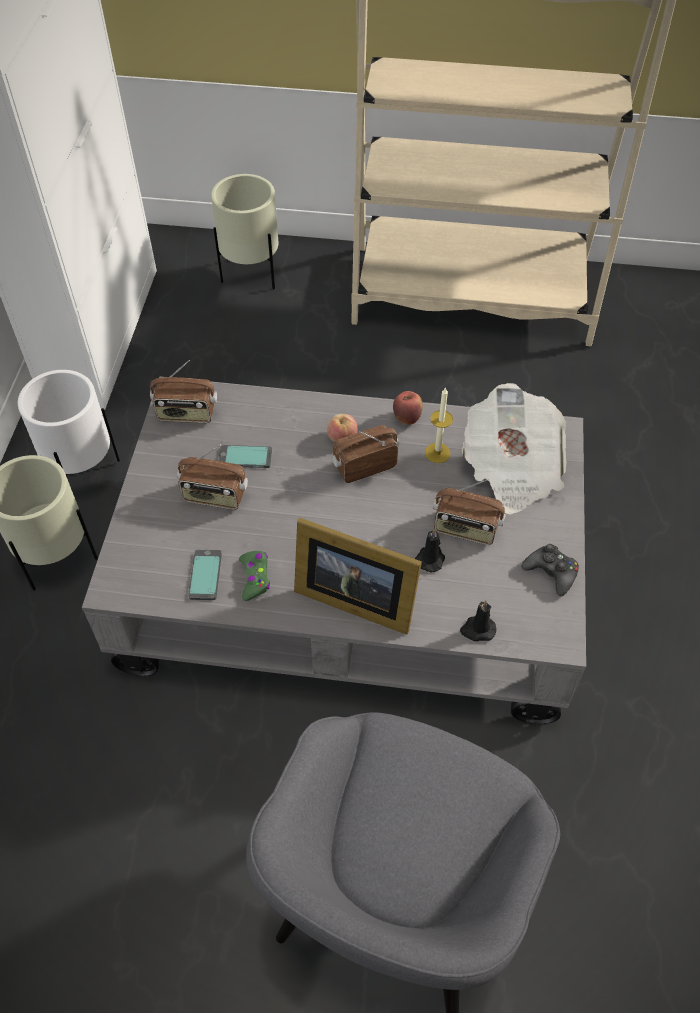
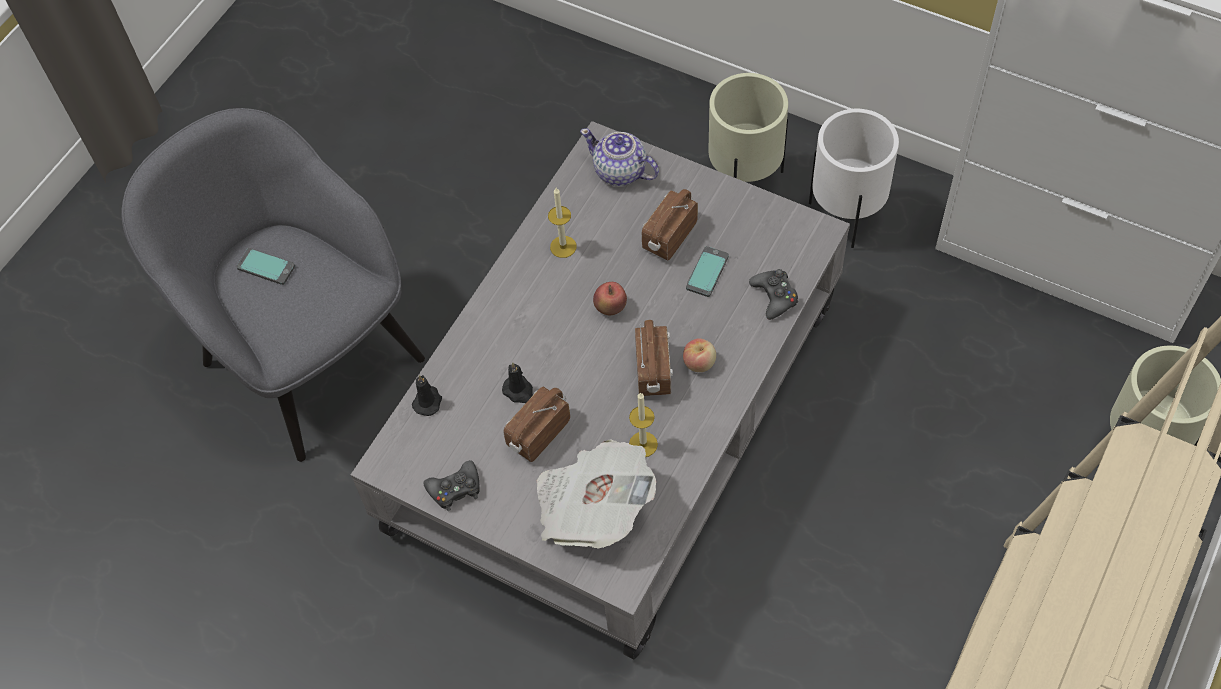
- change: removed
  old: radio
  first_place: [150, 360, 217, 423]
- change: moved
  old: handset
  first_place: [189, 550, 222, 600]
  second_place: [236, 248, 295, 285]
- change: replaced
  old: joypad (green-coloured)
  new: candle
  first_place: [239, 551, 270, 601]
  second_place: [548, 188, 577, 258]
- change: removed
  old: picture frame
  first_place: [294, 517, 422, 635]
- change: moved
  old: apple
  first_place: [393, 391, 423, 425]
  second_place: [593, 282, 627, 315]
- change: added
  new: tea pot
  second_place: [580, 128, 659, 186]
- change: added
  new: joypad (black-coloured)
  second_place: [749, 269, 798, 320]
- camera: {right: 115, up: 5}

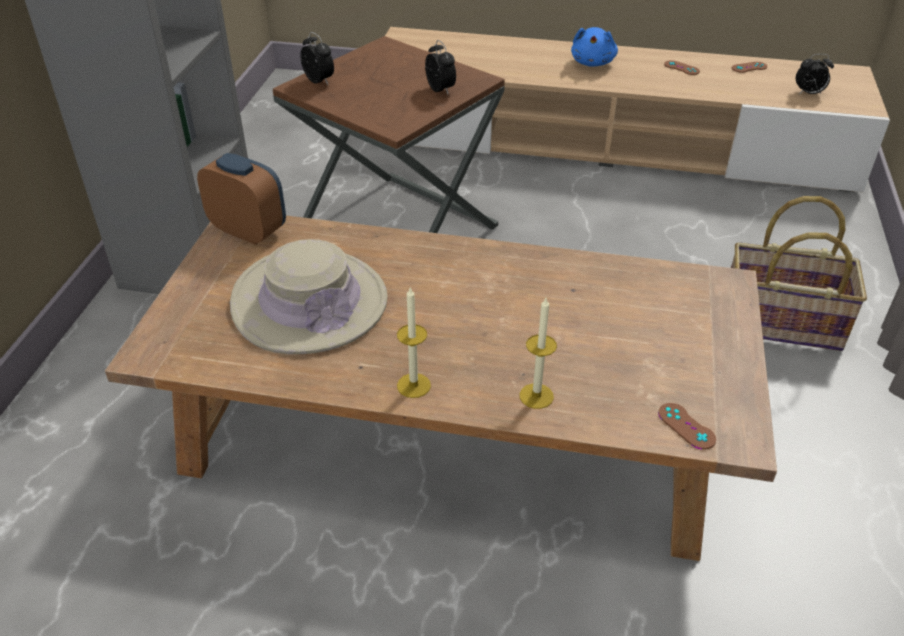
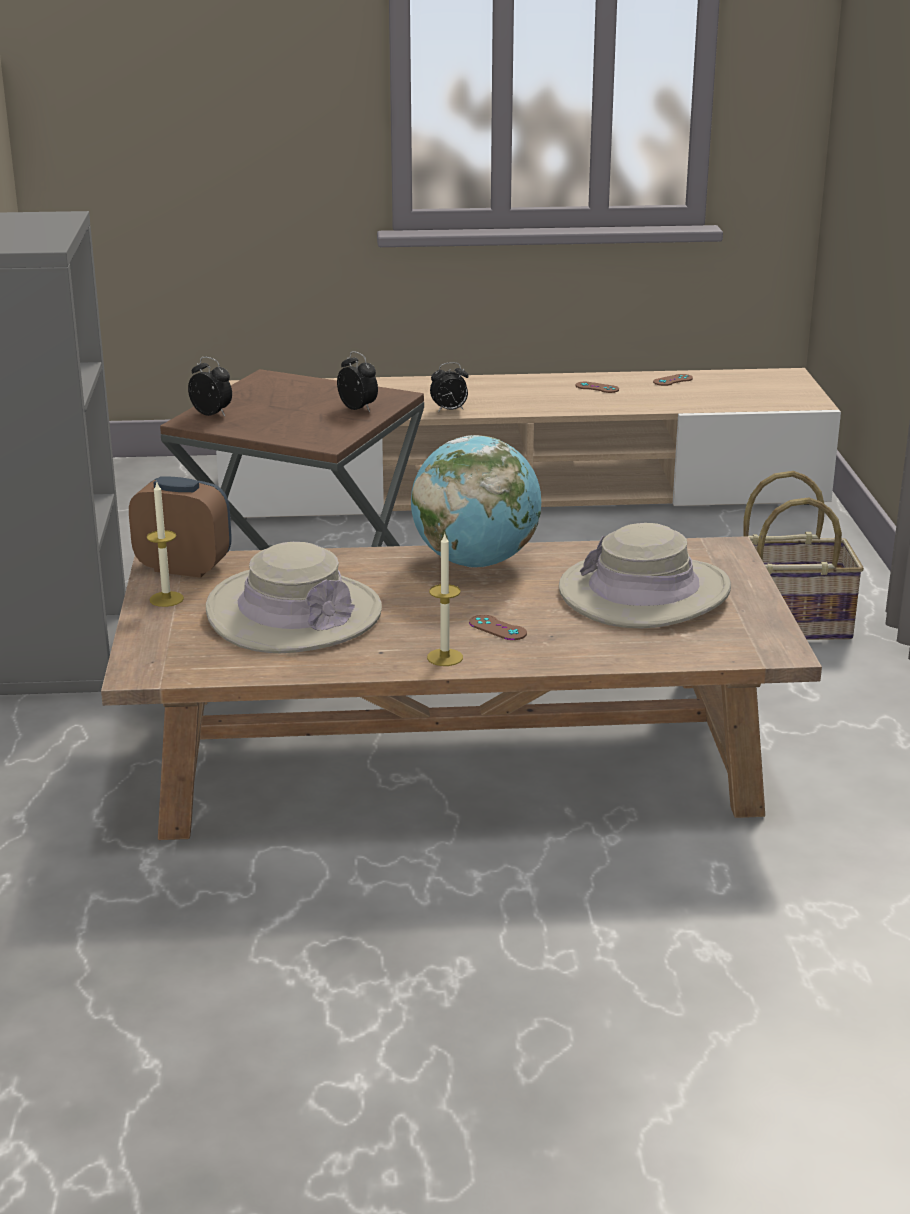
- change: moved
  old: candle
  first_place: [519, 298, 557, 409]
  second_place: [147, 482, 184, 607]
- change: removed
  old: soft toy (blue)
  first_place: [571, 27, 618, 67]
- change: moved
  old: joypad (brown-coloured)
  first_place: [658, 403, 716, 450]
  second_place: [469, 615, 527, 640]
- change: moved
  old: table clock
  first_place: [796, 54, 834, 94]
  second_place: [430, 362, 469, 412]
- change: added
  new: world globe
  second_place: [411, 435, 541, 567]
- change: added
  new: clothing hat (sand-coloured)
  second_place: [559, 523, 731, 628]
- camera: {right: -15, up: -15}

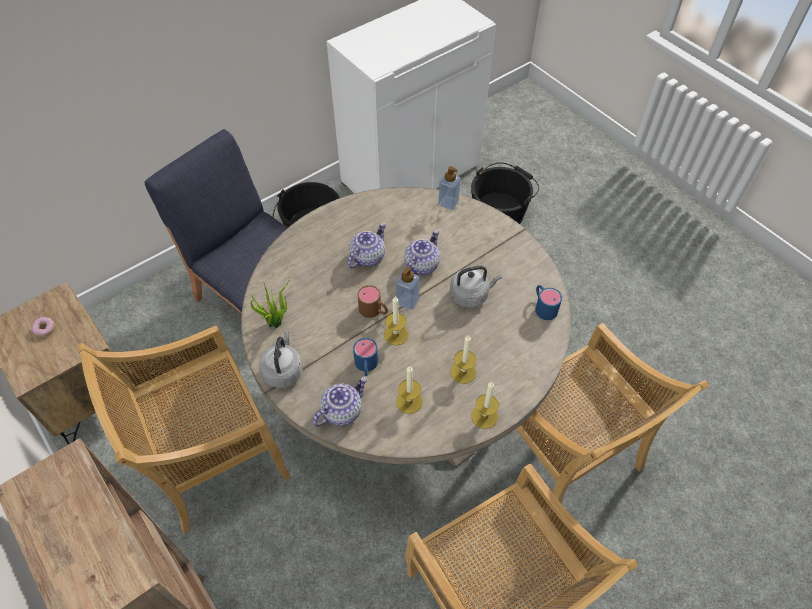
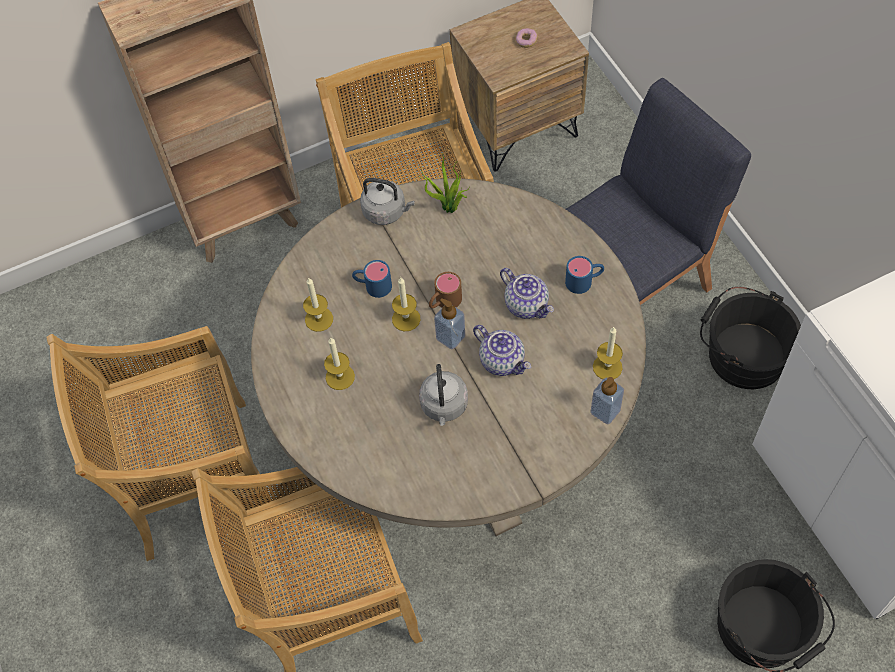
- change: removed
  old: tea pot
  first_place: [313, 377, 368, 427]
- change: moved
  old: candle
  first_place: [471, 382, 499, 429]
  second_place: [593, 327, 623, 379]
- change: moved
  old: tea mug (blue)
  first_place: [535, 285, 562, 320]
  second_place: [565, 256, 604, 294]
- camera: {right: 105, up: 5}

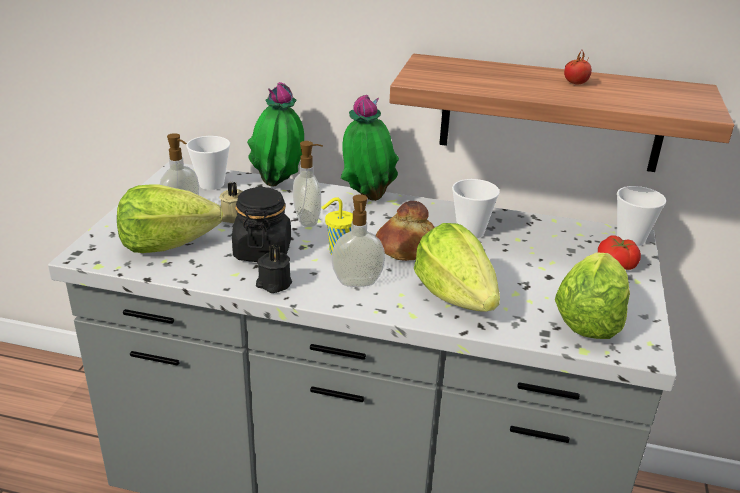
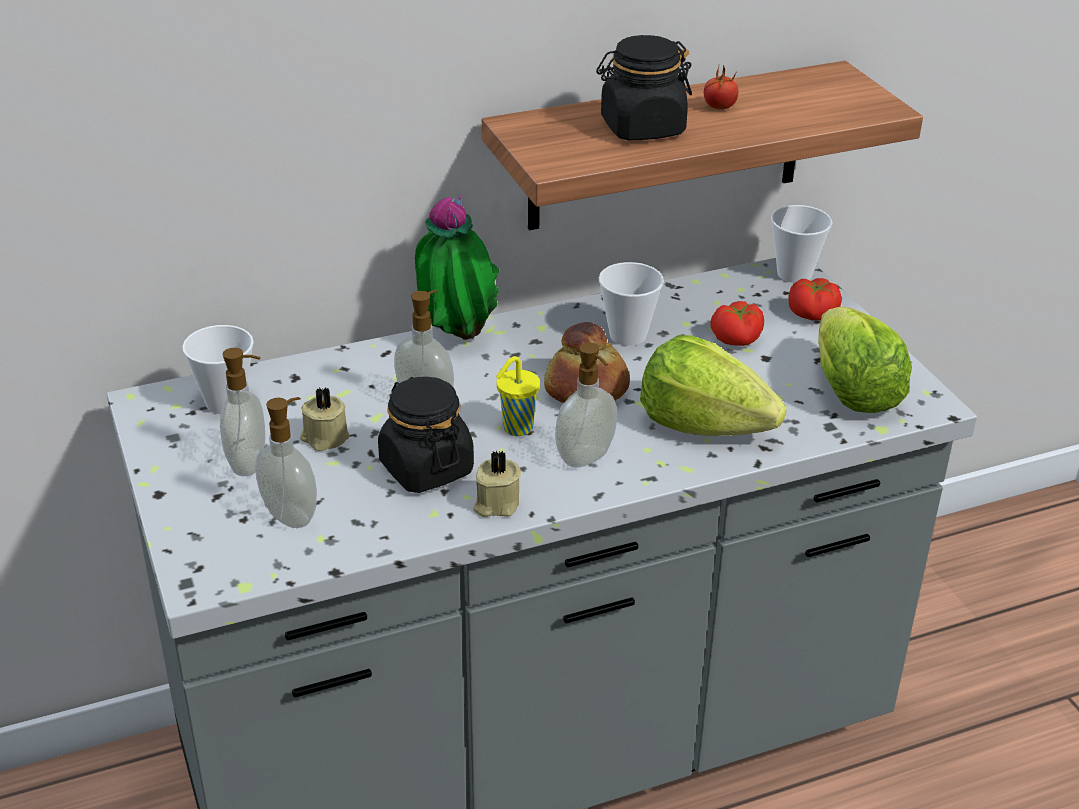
- change: replaced
  old: lettuce head
  new: liquid soap bottle
  first_place: [117, 184, 223, 253]
  second_place: [255, 397, 317, 528]
- change: removed
  old: plant in a pot
  first_place: [247, 82, 304, 187]
- change: recoloured
  old: candle (black-coloured)
  new: candle (sand-coloured)
  first_place: [256, 244, 292, 293]
  second_place: [473, 450, 521, 517]
- change: added
  new: preserve jar (black-coloured)
  second_place: [596, 35, 692, 140]
- change: added
  new: fresh tomato
  second_place: [710, 301, 764, 346]
- camera: {right: -35, up: 5}

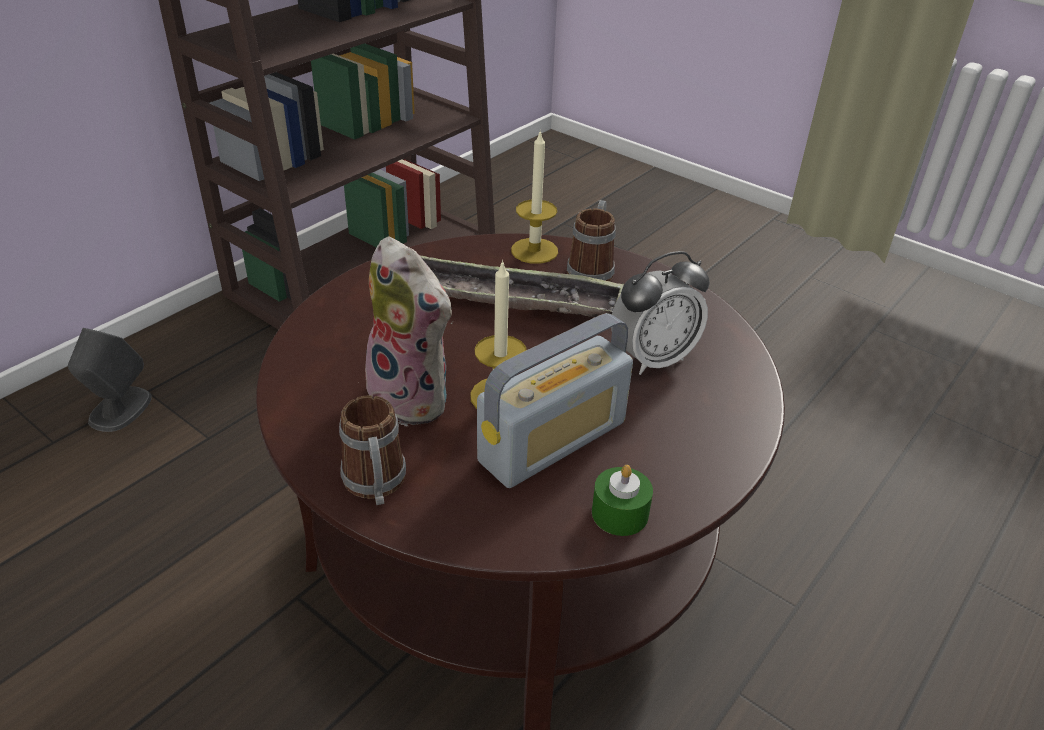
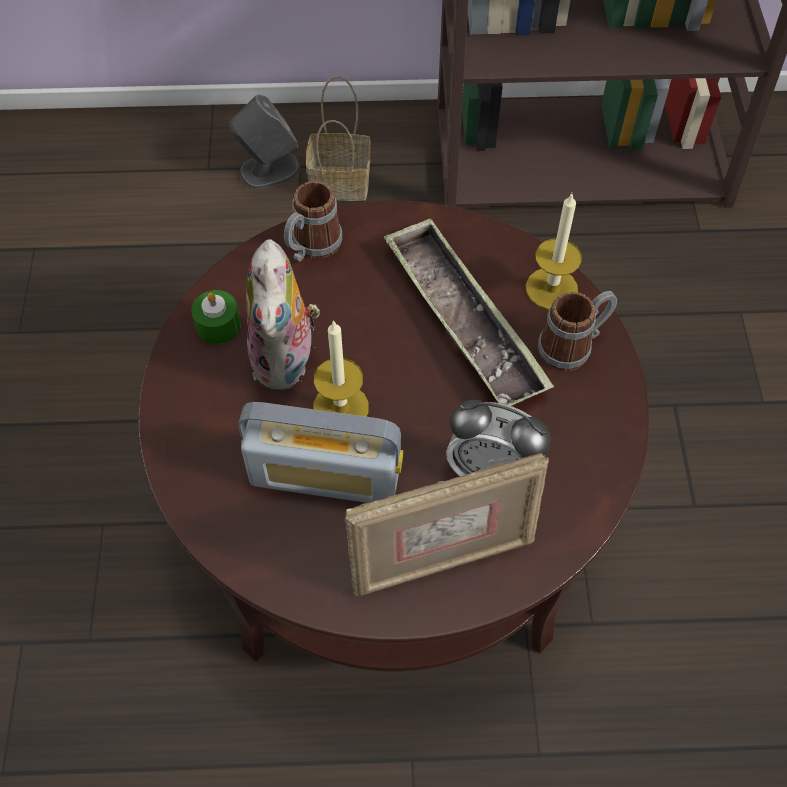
- change: moved
  old: tea mug
  first_place: [339, 395, 406, 505]
  second_place: [284, 181, 342, 261]
- change: moved
  old: candle (green-coloured)
  first_place: [592, 465, 653, 536]
  second_place: [191, 290, 241, 344]
- change: added
  new: storage basket
  second_place: [306, 76, 371, 201]
- change: added
  new: picture frame
  second_place: [344, 453, 549, 596]
- camera: {right: 50, up: 20}

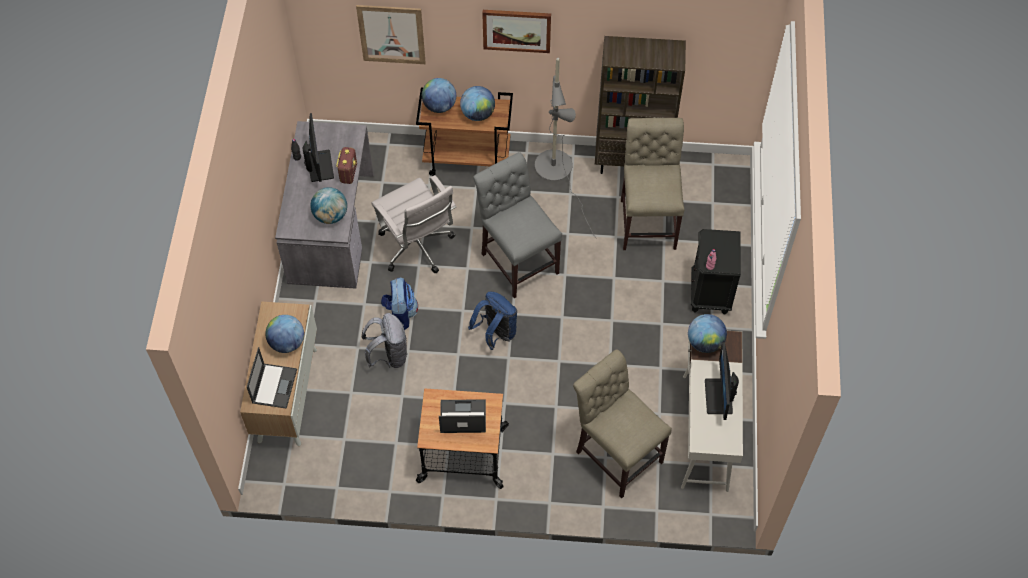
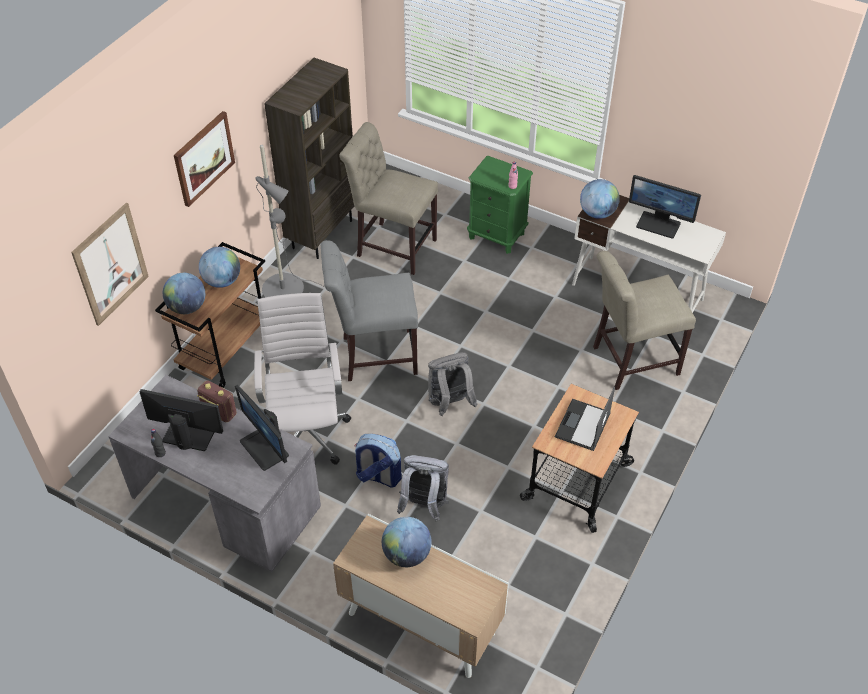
- change: removed
  old: portable computer
  first_place: [247, 347, 297, 409]
- change: replaced
  old: world globe
  new: computer screen
  first_place: [310, 187, 347, 224]
  second_place: [235, 385, 289, 471]
- change: turned
  old: desk chair (white)
  first_place: [372, 175, 456, 273]
  second_place: [254, 293, 351, 464]
  degrees: -90
- change: recoloured
  old: rucksack (blue)
  new: rucksack (greyish)
  first_place: [468, 292, 517, 350]
  second_place: [428, 352, 478, 416]
- change: recoloured
  old: bedside table (black-coloured)
  new: bedside table (green-coloured)
  first_place: [691, 229, 741, 315]
  second_place: [467, 155, 533, 254]
- camera: {right: -65, up: -10}

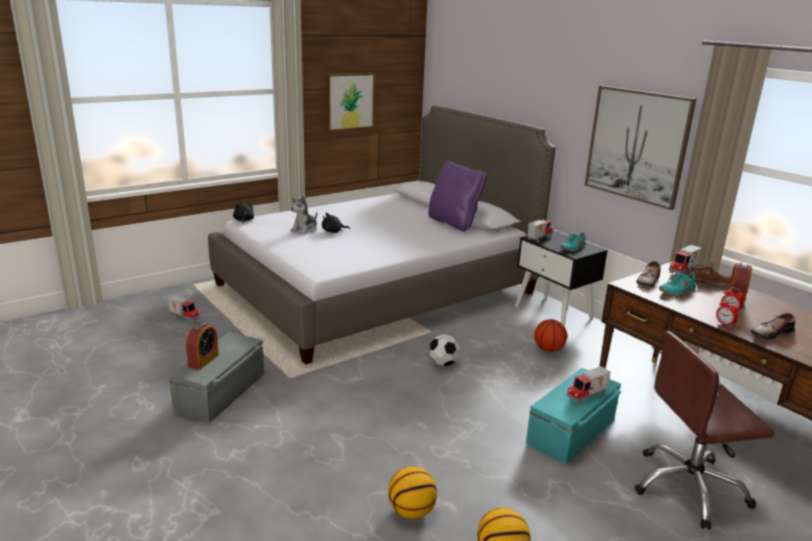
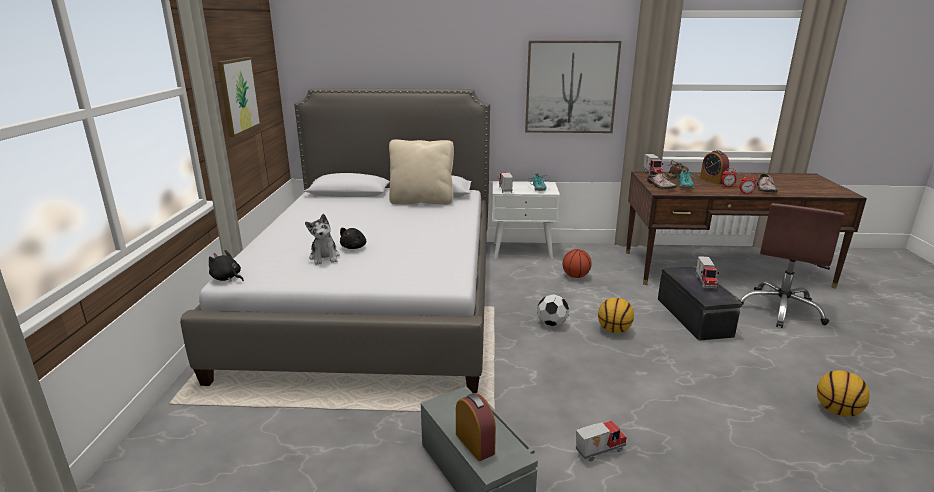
- change: moved
  old: toy truck
  first_place: [167, 295, 200, 323]
  second_place: [576, 420, 626, 462]
- change: moved
  old: basketball ball
  first_place: [388, 466, 437, 519]
  second_place: [598, 298, 634, 333]
- change: recoloured
  old: pillow (purplish)
  new: pillow (sand-coloured)
  first_place: [428, 161, 487, 232]
  second_place: [389, 140, 454, 205]
- change: recoloured
  old: bedside table (black-coloured)
  new: bedside table (white)
  first_place: [515, 230, 608, 327]
  second_place: [492, 181, 560, 260]
- change: recoloured
  old: storage bin (turquoise)
  new: storage bin (black-coloured)
  first_place: [526, 368, 621, 465]
  second_place: [658, 266, 742, 341]
- camera: {right: -50, up: 0}

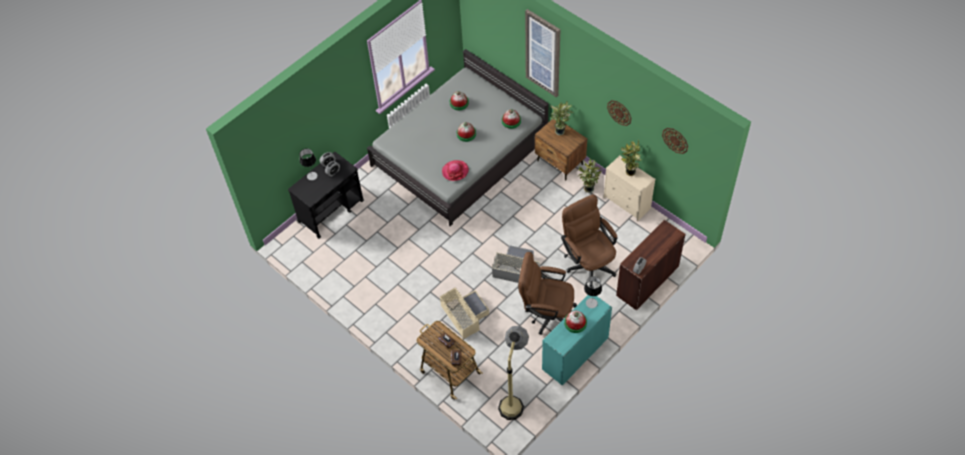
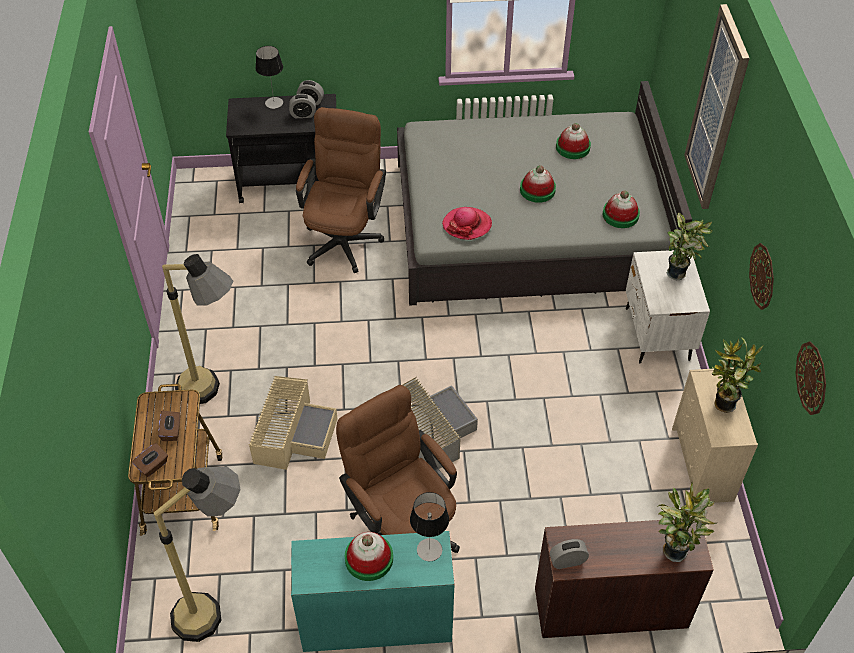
- change: recoloured
  old: bedside table (brown-coloured)
  new: bedside table (white)
  first_place: [535, 119, 587, 180]
  second_place: [626, 249, 710, 363]
- change: moved
  old: desk chair (brown-coloured)
  first_place: [561, 194, 617, 288]
  second_place: [296, 107, 386, 273]
- change: moved
  old: plant in a pot
  first_place: [578, 158, 601, 193]
  second_place: [657, 483, 716, 562]
- change: added
  new: standard lamp
  second_place: [162, 254, 233, 404]
- camera: {right: 40, up: -5}

